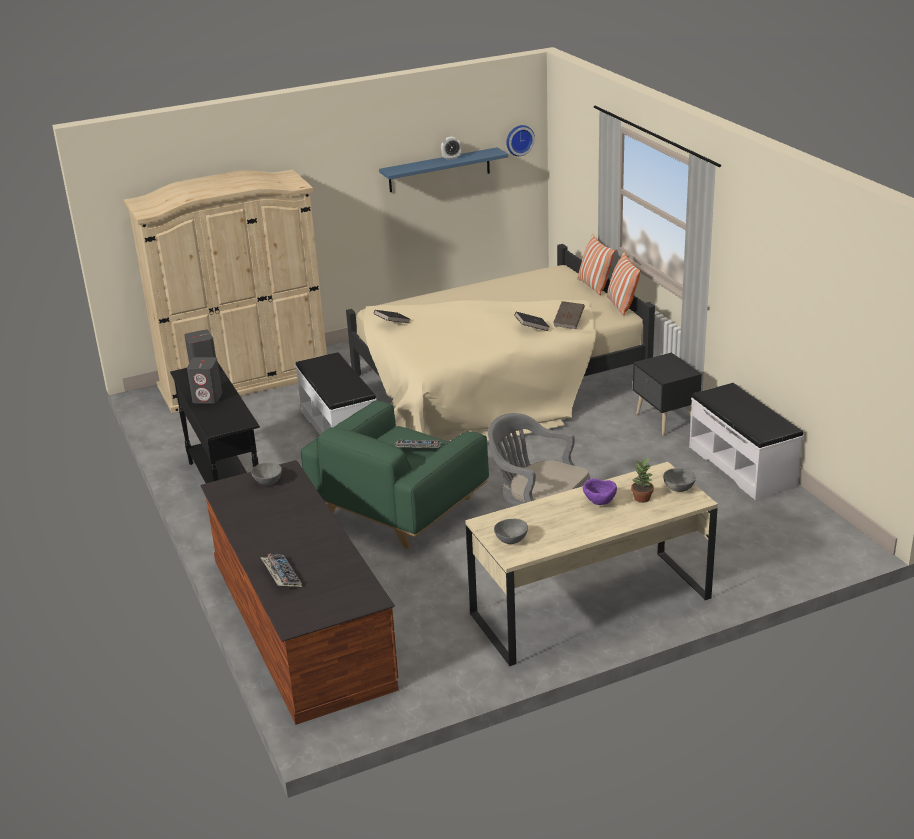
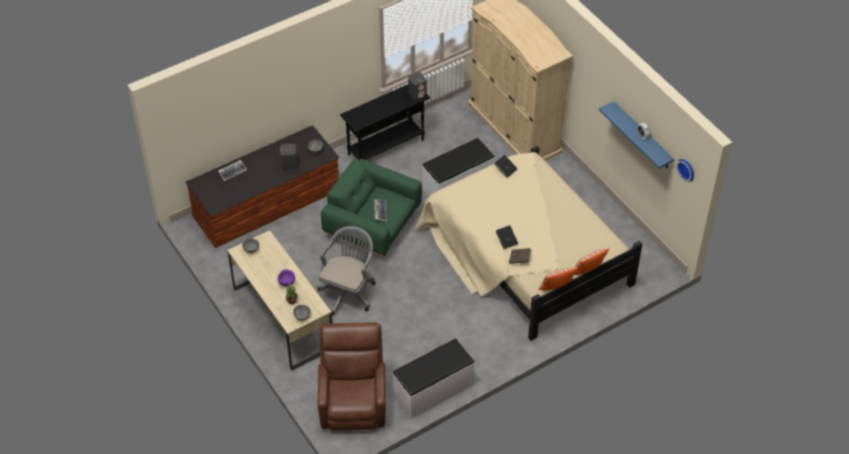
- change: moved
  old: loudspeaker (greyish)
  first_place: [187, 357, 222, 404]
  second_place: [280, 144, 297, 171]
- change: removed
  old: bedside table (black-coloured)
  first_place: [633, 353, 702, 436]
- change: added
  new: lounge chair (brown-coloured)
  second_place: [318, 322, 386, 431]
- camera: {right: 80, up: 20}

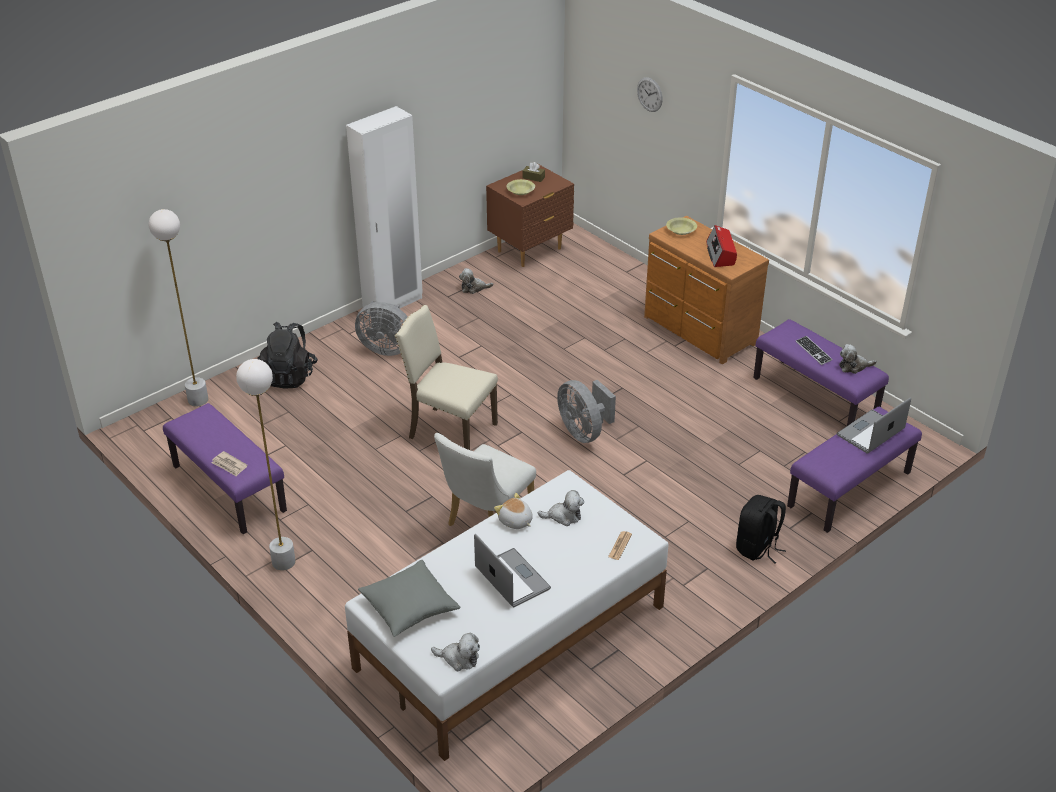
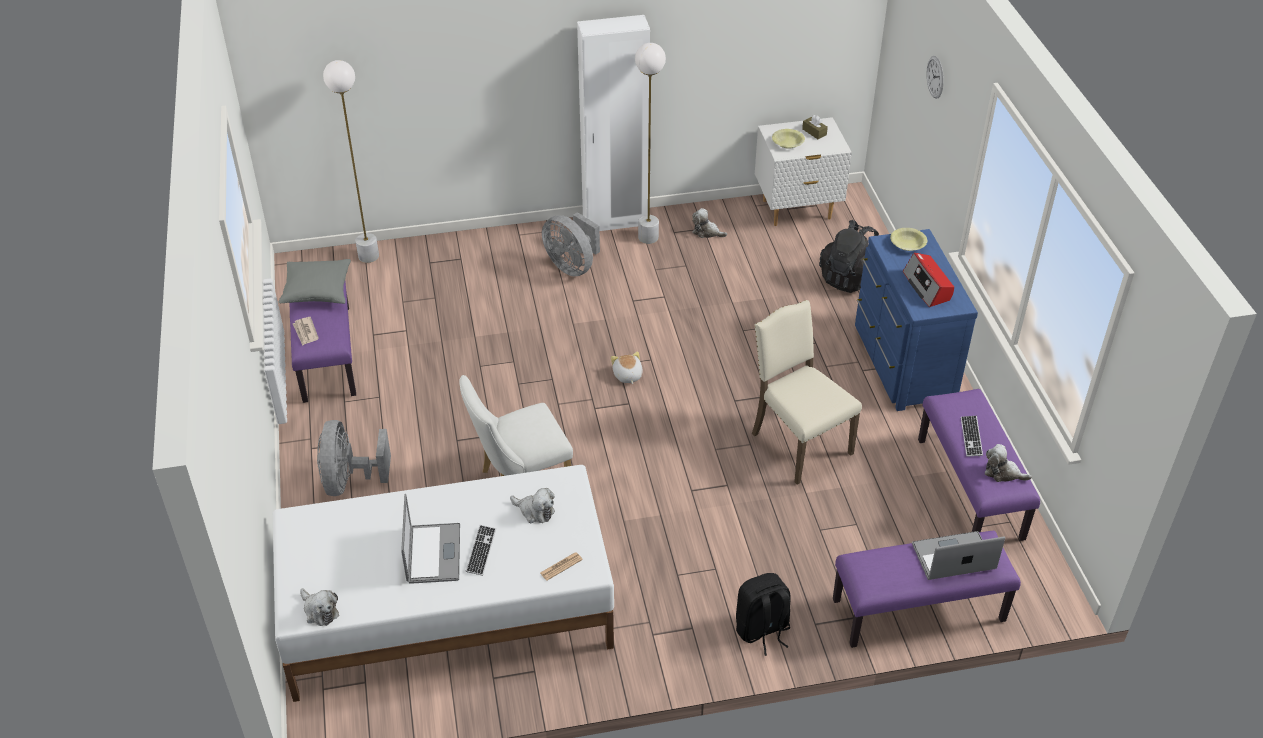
- change: moved
  old: standard lamp (white)
  first_place: [236, 359, 296, 571]
  second_place: [635, 43, 666, 244]
- change: moved
  old: rucksack (black-coloured)
  first_place: [257, 322, 318, 389]
  second_place: [819, 220, 879, 293]
- change: moved
  old: pillow (greyish)
  first_place: [358, 560, 461, 637]
  second_place: [278, 259, 351, 304]
- change: moved
  old: plain chair (sand-coloured)
  first_place: [394, 305, 498, 450]
  second_place: [752, 300, 862, 485]
- change: recoloured
  old: bedside table (brown-coloured)
  new: bedside table (white)
  first_place: [486, 164, 574, 267]
  second_place: [755, 117, 852, 226]
- change: moved
  old: soft toy
  first_place: [494, 493, 533, 529]
  second_place: [611, 352, 643, 384]
- change: moved
  old: fan (greyish)
  first_place: [557, 380, 616, 443]
  second_place: [317, 420, 391, 496]
- change: recoloured
  old: dresser (brown-coloured)
  new: dresser (blue)
  first_place: [644, 216, 769, 364]
  second_place: [855, 229, 978, 411]
- change: turned
  old: radio
  first_place: [706, 225, 737, 267]
  second_place: [903, 253, 954, 307]
  degrees: -45
- change: added
  new: computer keyboard
  second_place: [465, 525, 496, 576]
- camera: {right: 30, up: 5}

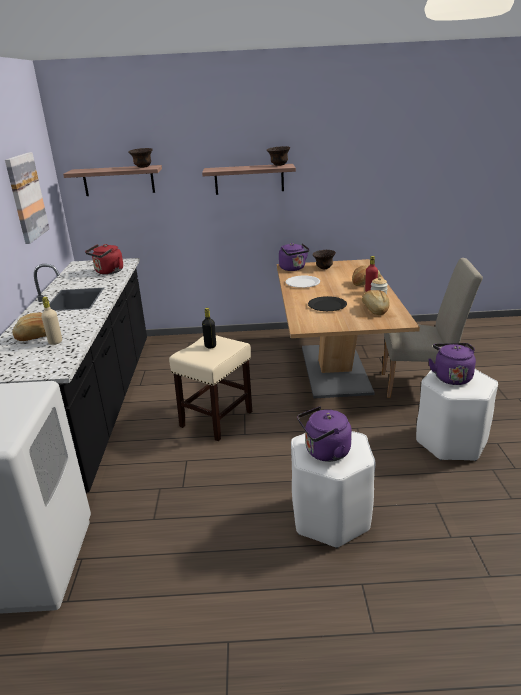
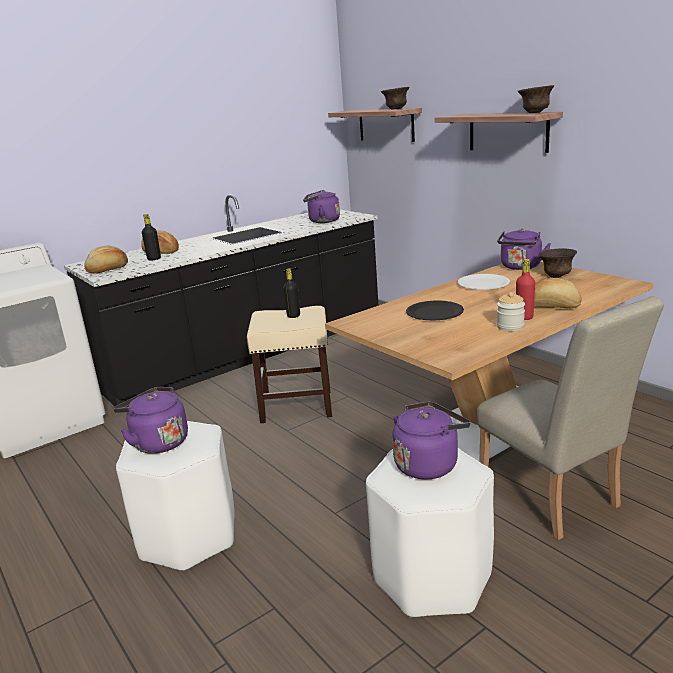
- change: removed
  old: wall art
  first_place: [5, 152, 49, 244]
- change: recoloured
  old: drink bottle (sand-coloured)
  new: drink bottle (black-coloured)
  first_place: [41, 297, 62, 345]
  second_place: [142, 214, 161, 260]
- change: recoloured
  old: water kettle (red-coloured)
  new: water kettle (purplish)
  first_place: [85, 244, 123, 274]
  second_place: [303, 190, 340, 223]
- change: moved
  old: baked bread
  first_place: [362, 290, 390, 315]
  second_place: [84, 246, 128, 274]
- camera: {right: 55, up: -5}

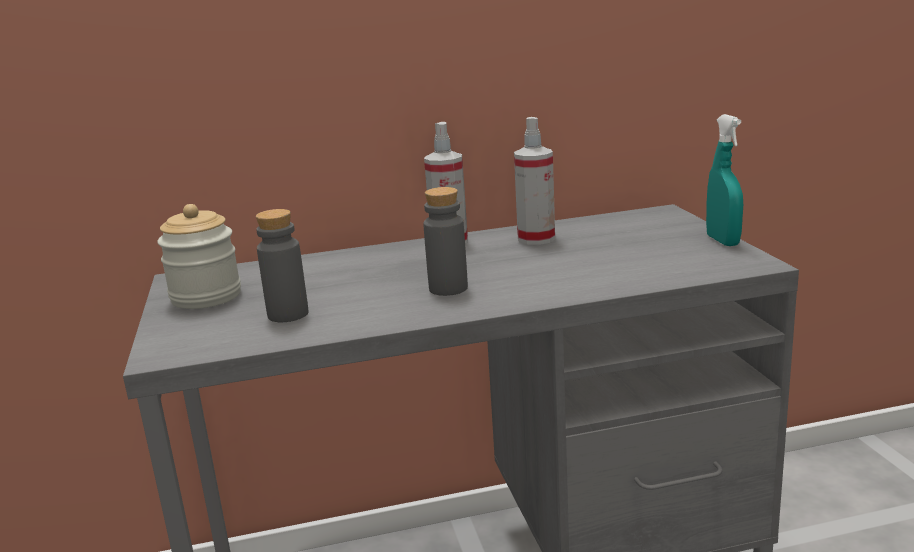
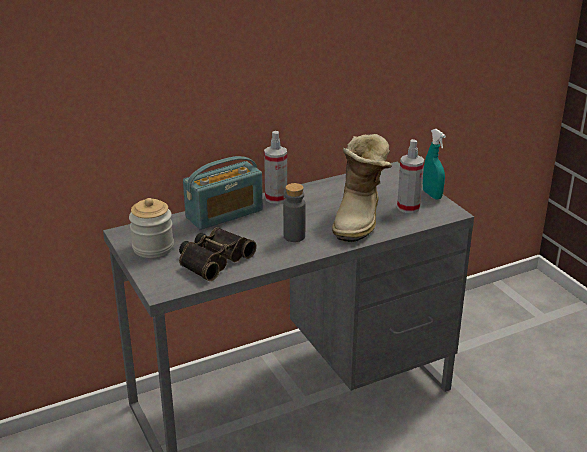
- change: replaced
  old: drink bottle (greyish)
  new: binoculars
  first_place: [256, 209, 309, 322]
  second_place: [179, 227, 257, 281]
- change: moved
  old: spray bottle
  first_place: [514, 117, 555, 245]
  second_place: [397, 139, 424, 213]
- change: added
  new: radio
  second_place: [183, 156, 263, 230]
- change: added
  new: high-top boot
  second_place: [332, 134, 392, 242]
- camera: {right: -15, up: 10}

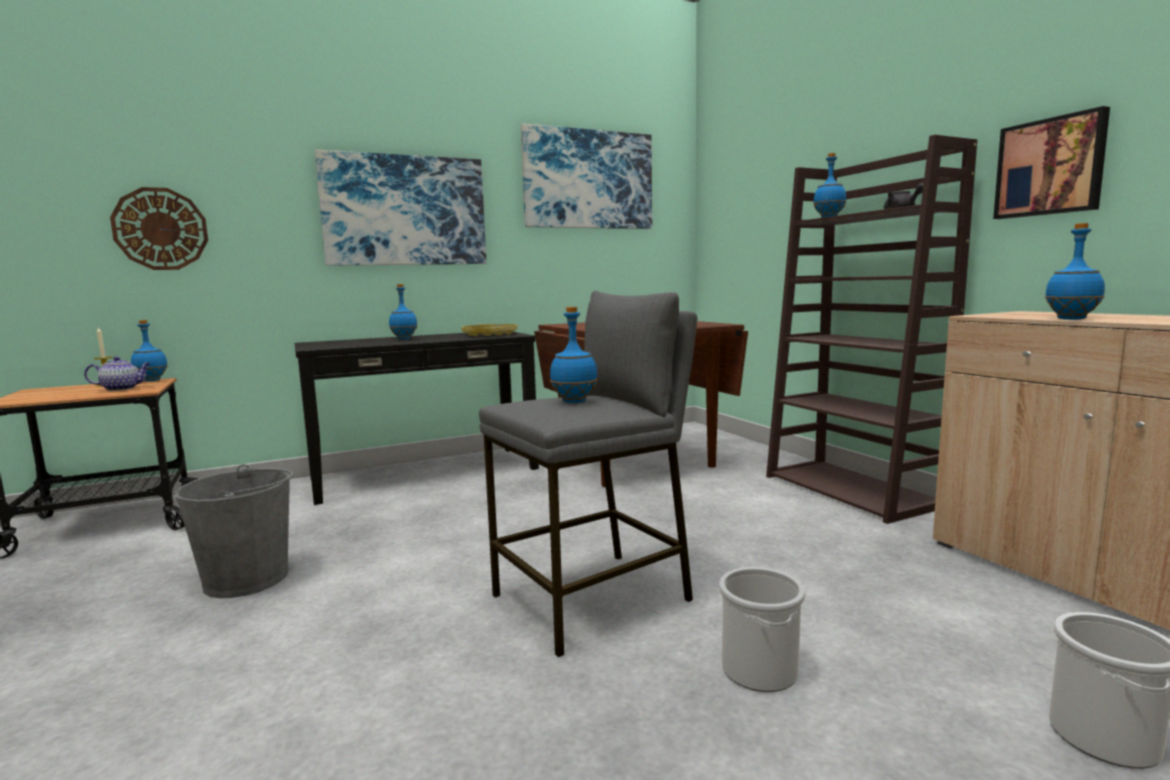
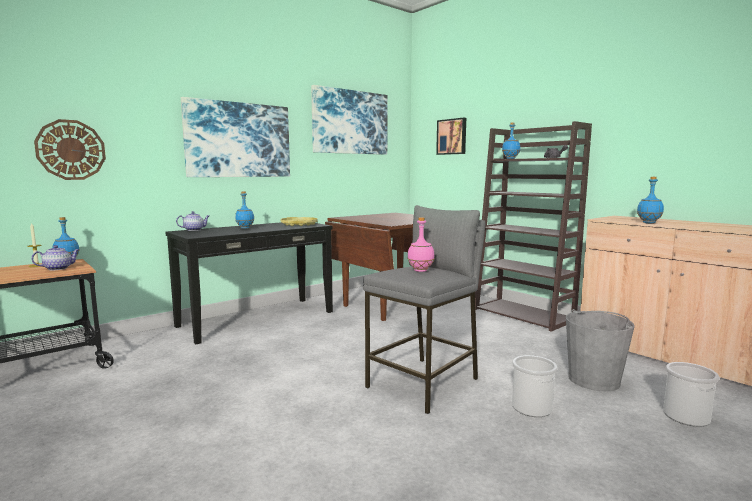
- change: moved
  old: water bucket (greyish)
  first_place: [175, 464, 293, 598]
  second_place: [566, 309, 635, 391]
- change: recoloured
  old: drink bottle (blue)
  new: drink bottle (pinkish)
  first_place: [550, 307, 598, 403]
  second_place: [407, 217, 435, 272]
- change: moved
  old: wall art
  first_place: [993, 106, 1110, 219]
  second_place: [436, 118, 466, 155]
- change: added
  new: tea pot
  second_place: [176, 211, 209, 231]
- camera: {right: -15, up: 0}

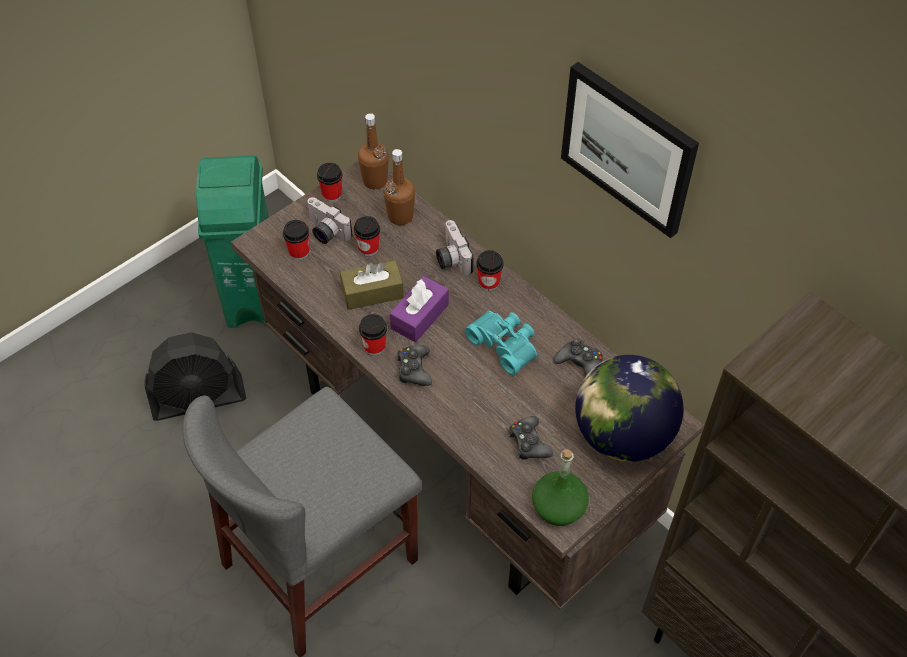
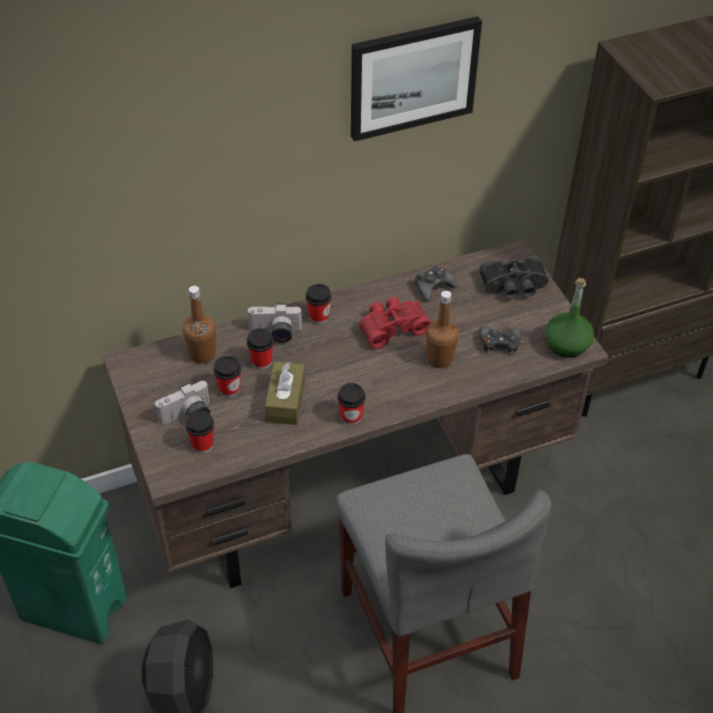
- change: moved
  old: small cup
  first_place: [317, 163, 342, 202]
  second_place: [247, 328, 274, 370]
- change: moved
  old: drink bottle (brown-coloured)
  first_place: [358, 113, 389, 189]
  second_place: [426, 290, 459, 368]
- change: removed
  old: box of tissues (purplish)
  first_place: [390, 276, 449, 343]
- change: removed
  old: joypad (black-coloured)
  first_place: [397, 345, 432, 386]
- change: recoloured
  old: binoculars (turquoise)
  new: binoculars (red-coloured)
  first_place: [465, 311, 537, 375]
  second_place: [359, 297, 431, 349]
- change: replaced
  old: world globe
  new: binoculars (black-coloured)
  first_place: [575, 355, 683, 462]
  second_place: [479, 256, 549, 299]
- camera: {right: -70, up: -5}

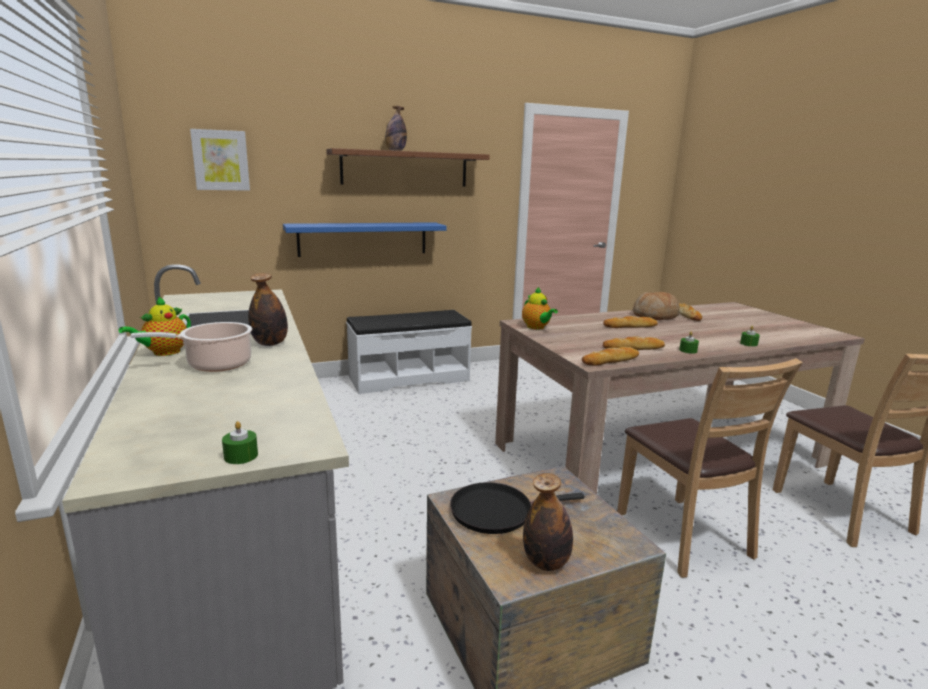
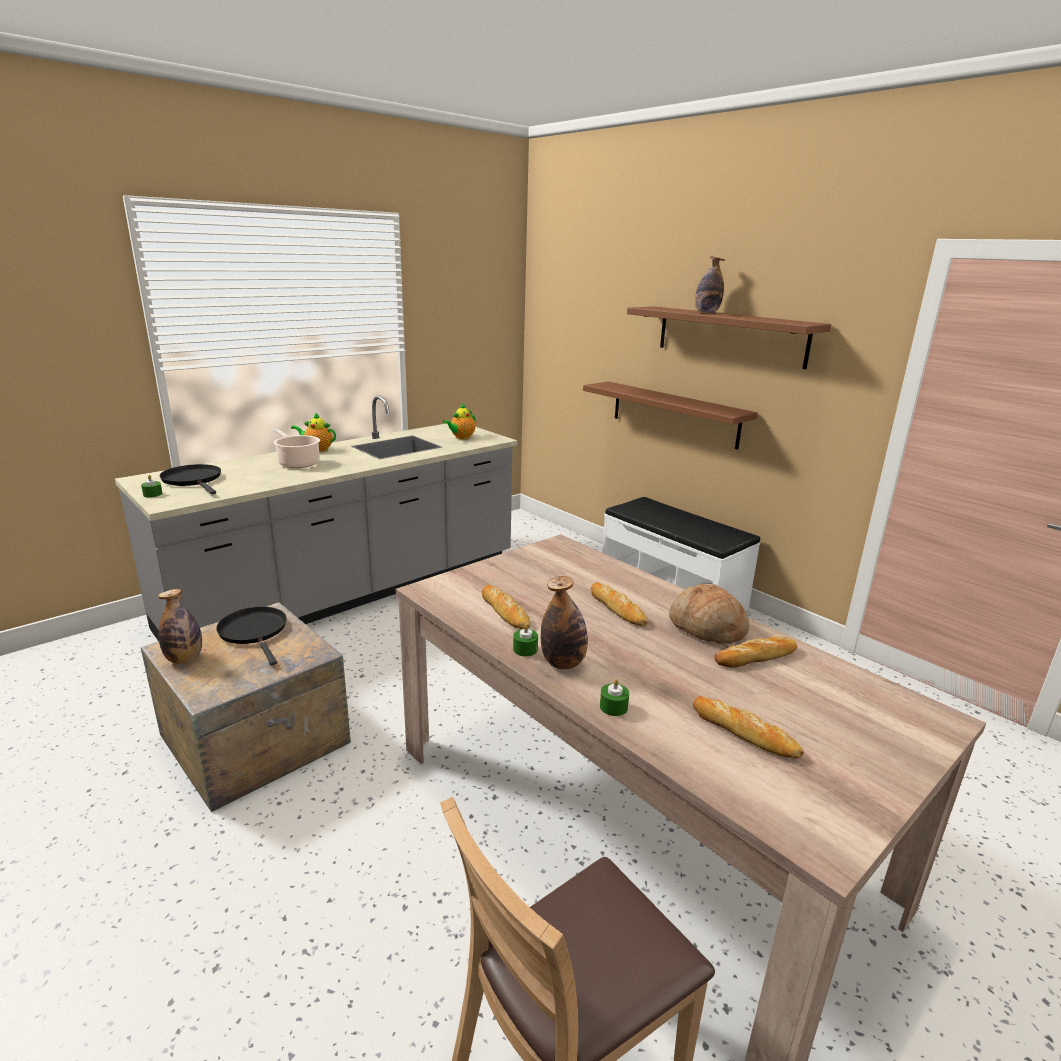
- change: removed
  old: wall art
  first_place: [190, 129, 250, 191]
- change: moved
  old: drink bottle
  first_place: [248, 273, 288, 346]
  second_place: [541, 576, 588, 669]
- change: recoloured
  old: bracket shelf (blue)
  new: bracket shelf (brown-coloured)
  first_place: [283, 222, 446, 257]
  second_place: [583, 381, 758, 450]
- change: moved
  old: tea pot
  first_place: [522, 287, 558, 330]
  second_place: [443, 403, 476, 439]
- change: moved
  old: baked bread
  first_place: [582, 347, 639, 366]
  second_place: [693, 696, 804, 759]
- change: removed
  old: plain chair (brown-coloured)
  first_place: [617, 358, 803, 578]
- change: added
  new: frying pan (black-coloured)
  second_place: [159, 464, 221, 494]
- camera: {right: 70, up: 5}

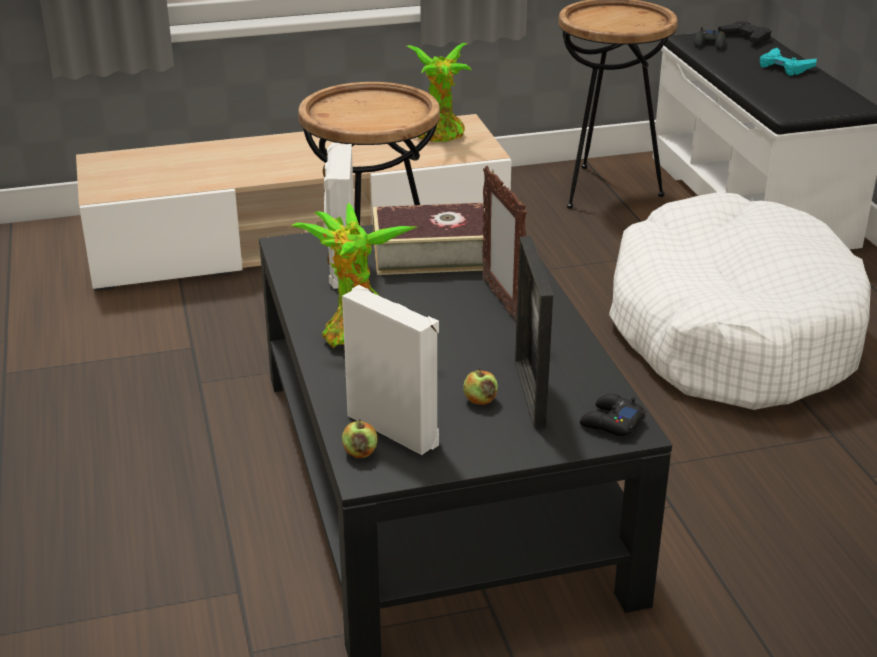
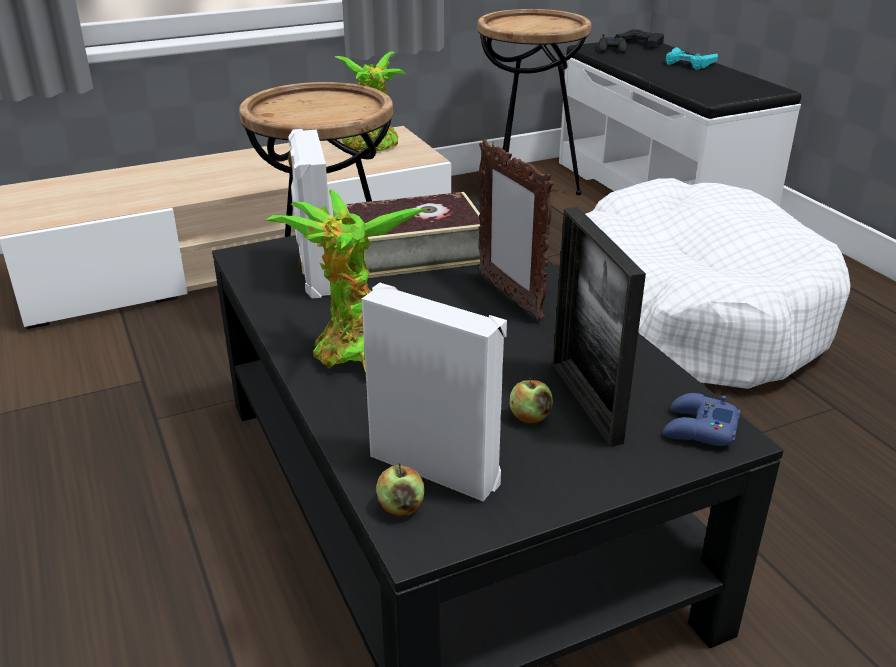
- change: recoloured
  old: joypad (black-coloured)
  new: joypad (blue)
  first_place: [580, 394, 646, 436]
  second_place: [663, 393, 740, 446]
- camera: {right: -10, up: 0}

